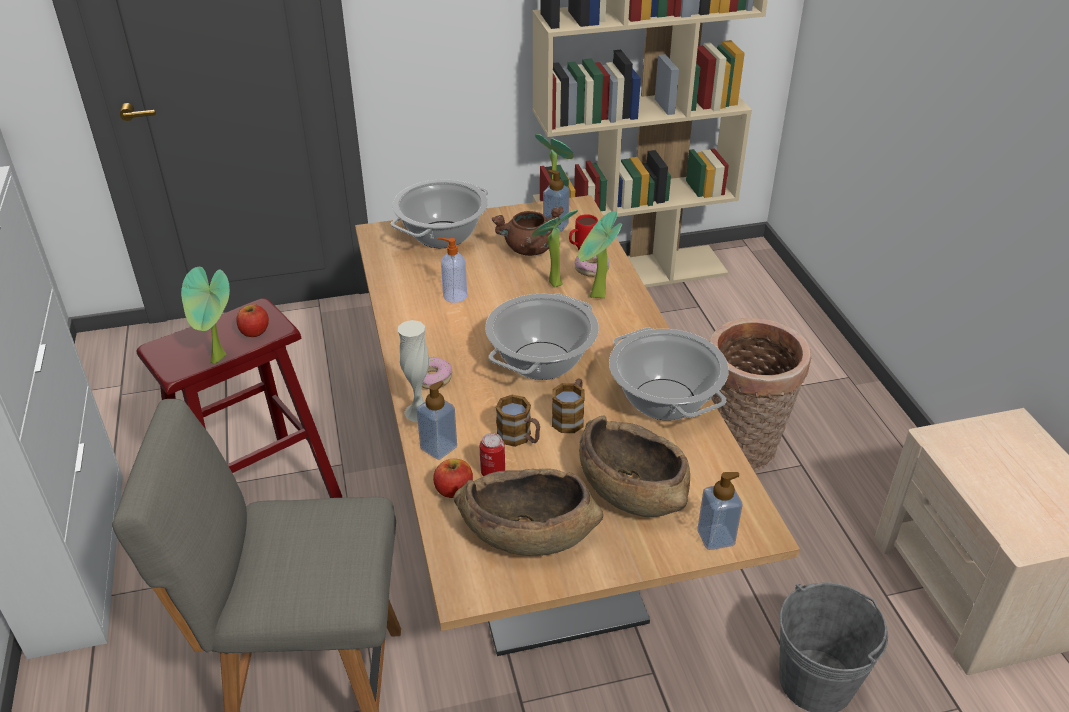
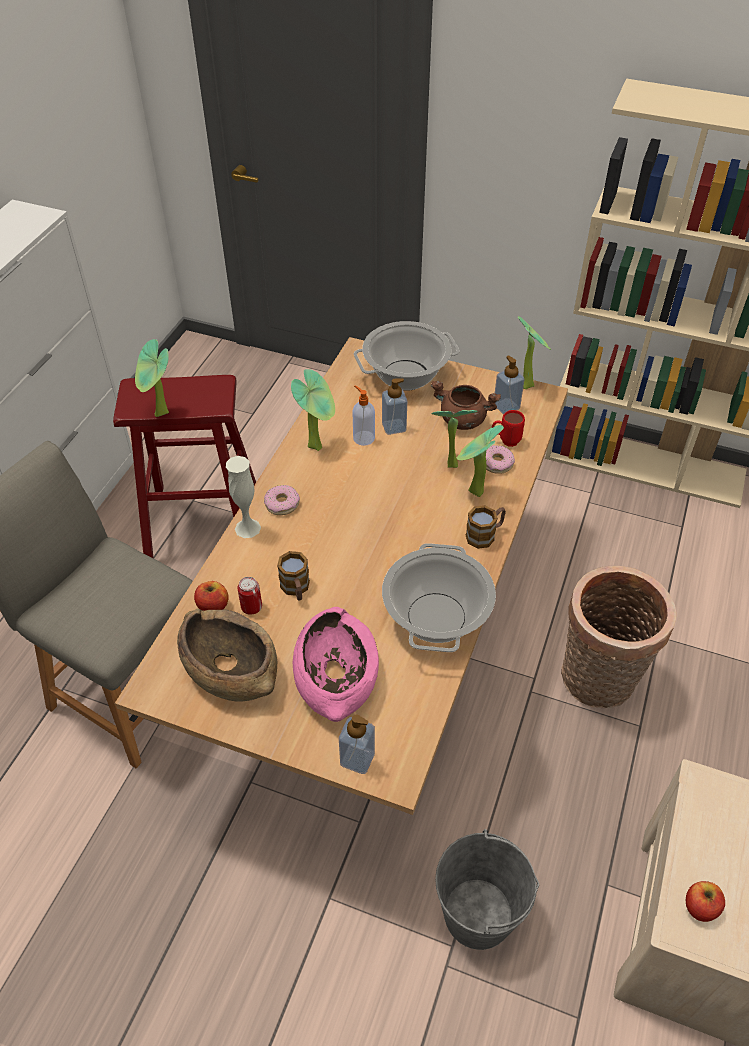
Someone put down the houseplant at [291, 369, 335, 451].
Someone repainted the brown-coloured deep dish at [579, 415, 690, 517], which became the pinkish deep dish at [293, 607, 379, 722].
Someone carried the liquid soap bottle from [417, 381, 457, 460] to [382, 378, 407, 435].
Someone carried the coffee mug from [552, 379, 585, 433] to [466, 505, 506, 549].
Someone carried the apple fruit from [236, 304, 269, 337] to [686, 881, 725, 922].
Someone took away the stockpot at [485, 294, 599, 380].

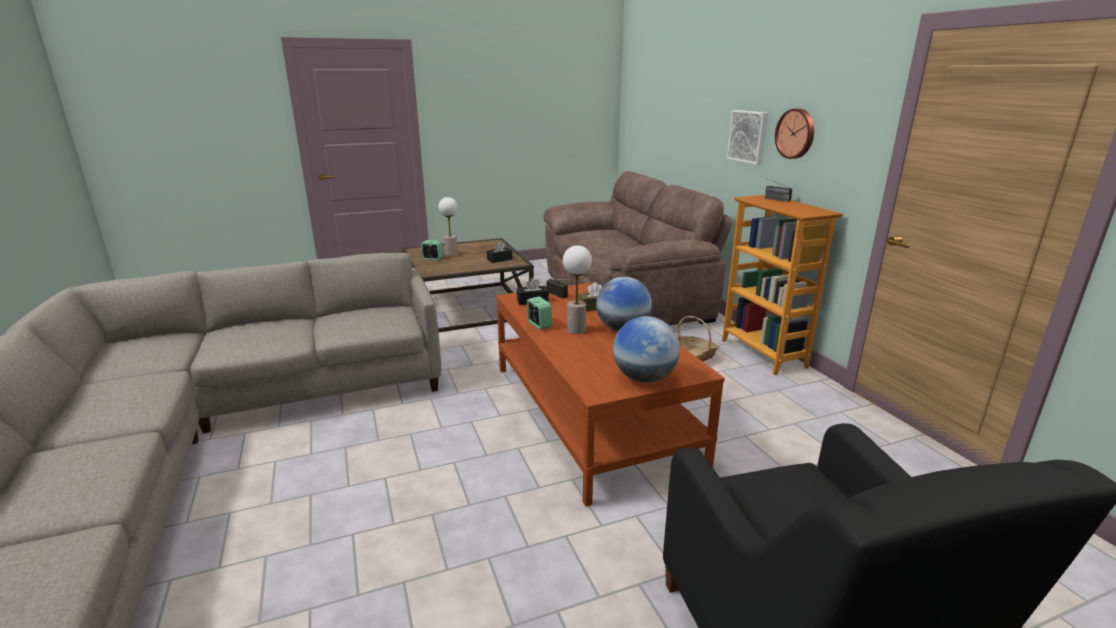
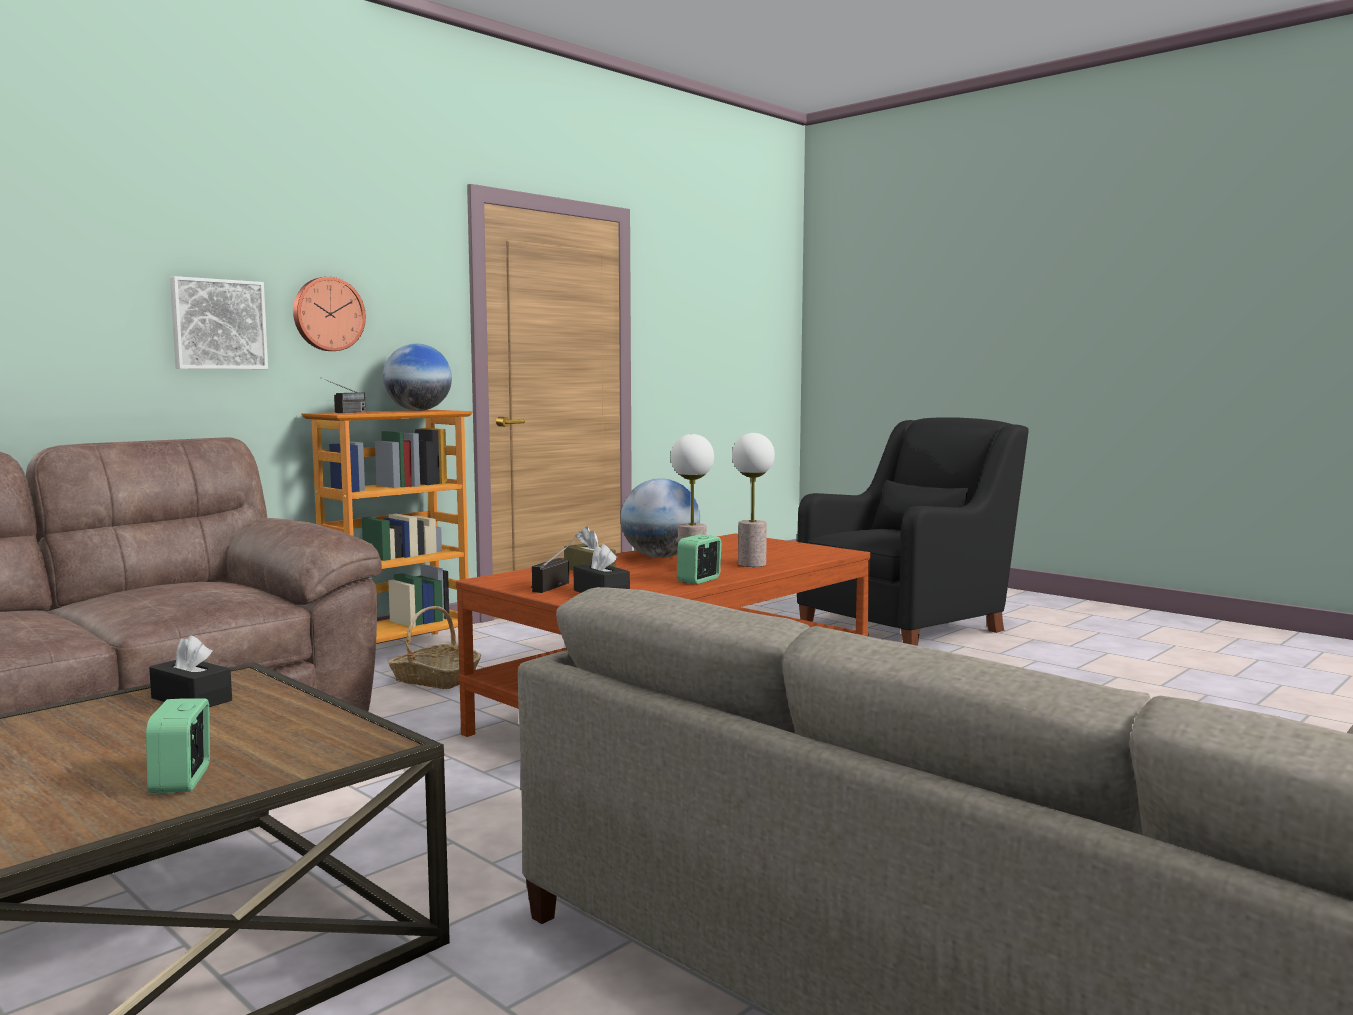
Someone carried the world globe from [613, 316, 680, 383] to [383, 343, 452, 411].
Someone carried the tabletop lamp from [438, 197, 458, 256] to [732, 433, 775, 567].

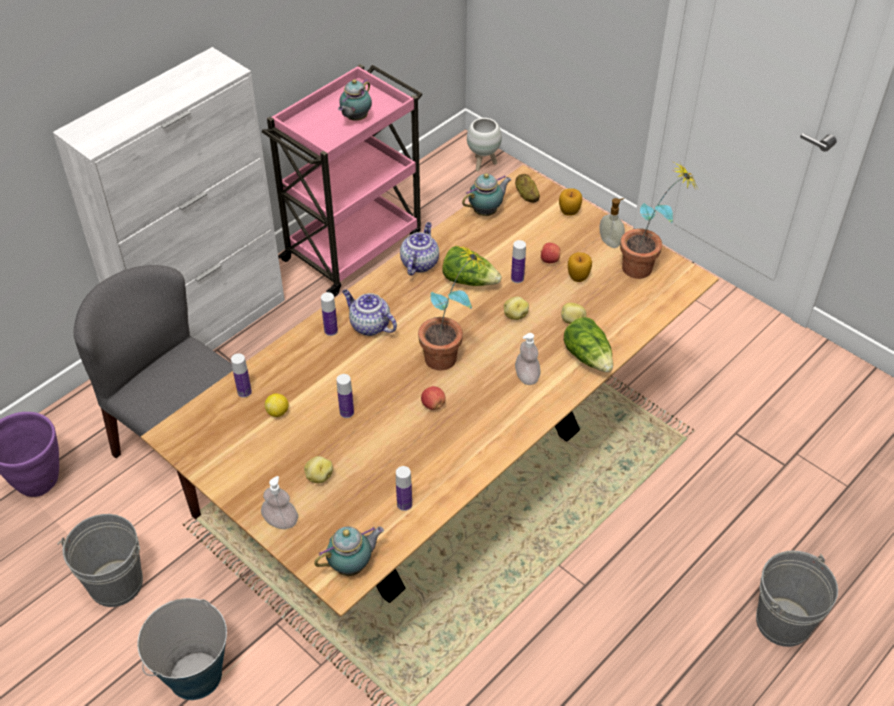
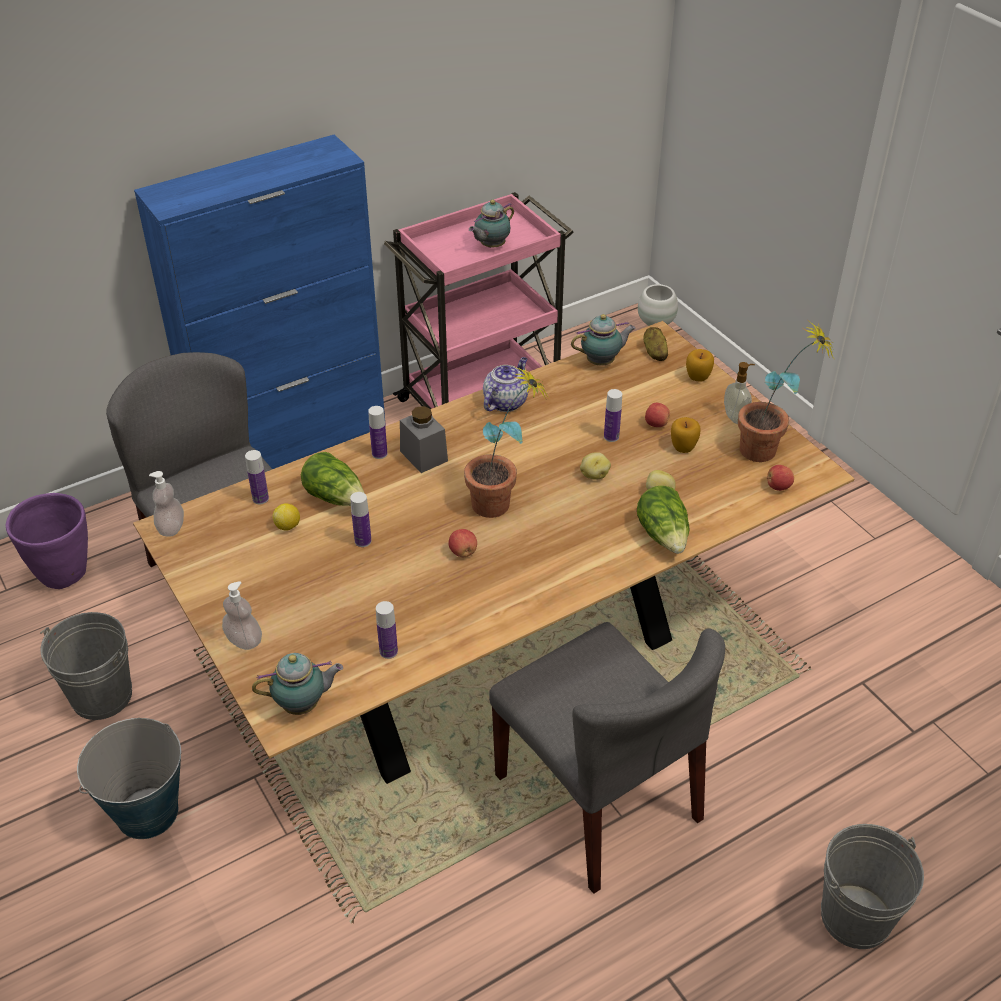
Someone repainted the white-coloured cupboard at [53, 47, 285, 350], which became the blue-coloured cupboard at [134, 135, 386, 469].
Someone carried the liquid soap bottle from [515, 333, 541, 385] to [149, 471, 184, 537].
Someone carried the lettuce head from [442, 246, 502, 286] to [301, 452, 364, 506].
Someone swapped the pot for tea at [342, 290, 397, 336] for the grey preserve jar at [400, 406, 448, 473].
Someone put down the grey plain chair at [489, 622, 725, 894].
Someone put down the apple fruit at [767, 465, 794, 491].
Someone took away the spud at [304, 456, 333, 483].

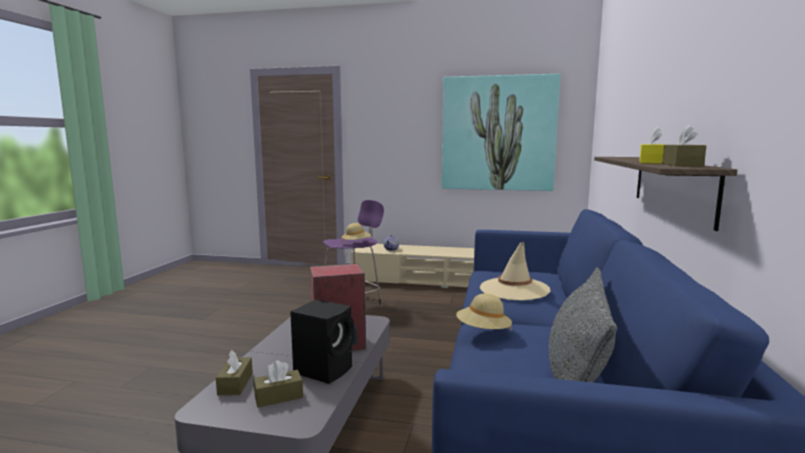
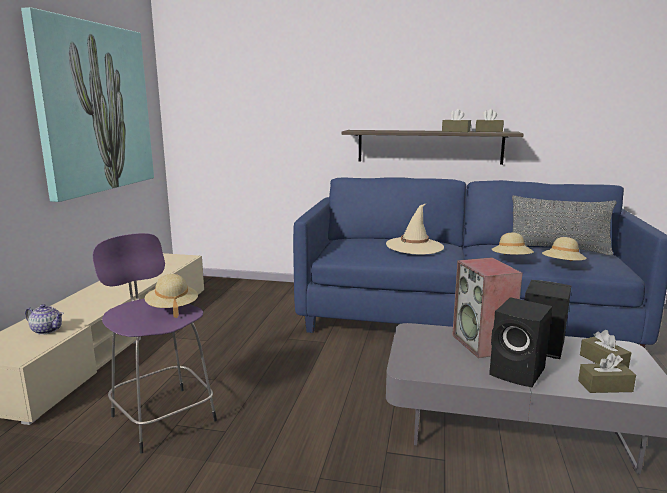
Someone repainted the yellow-coloured tissue holder at [640, 127, 666, 164], which became the brown-coloured tissue holder at [442, 109, 471, 132].
Someone put down the black loudspeaker at [489, 297, 552, 387].
Someone put down the sand-coloured wearable hat at [542, 237, 586, 261].

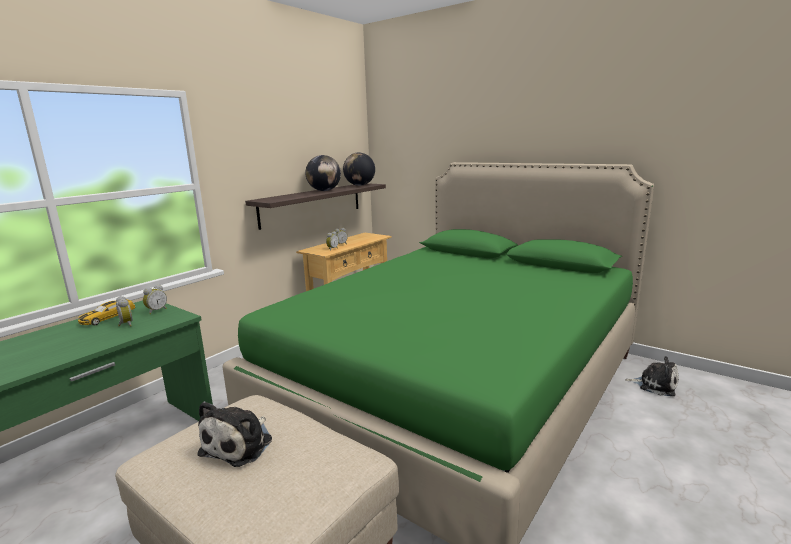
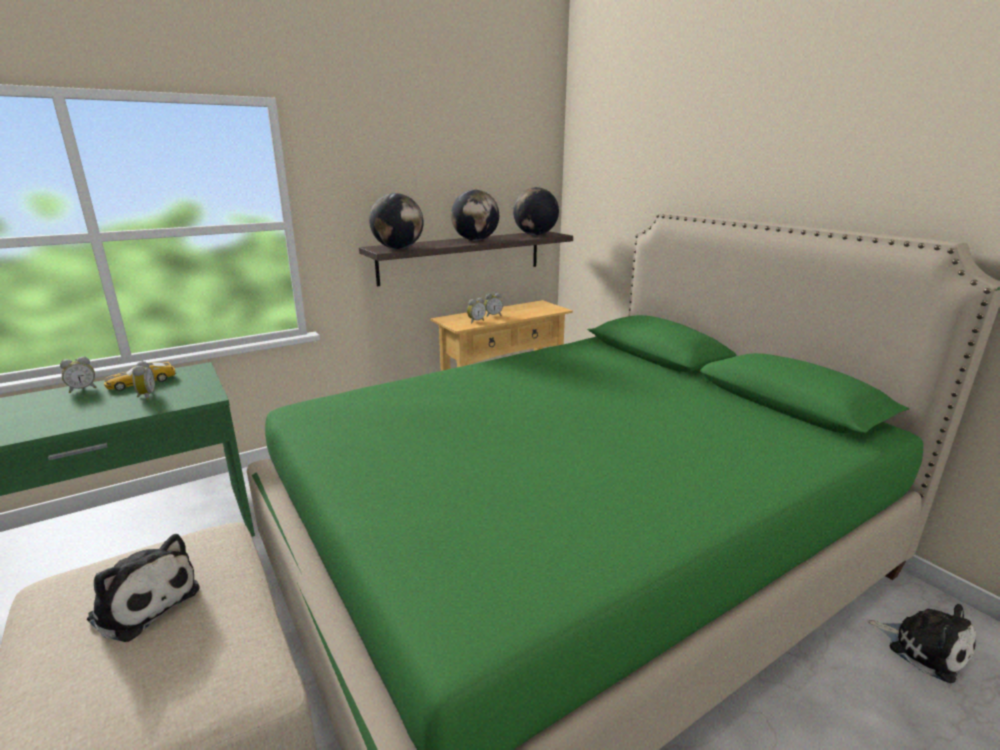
Someone carried the alarm clock from [143, 284, 167, 314] to [60, 357, 97, 393].
Someone rotated the cuddly toy at [197, 401, 272, 467] by 105 degrees counterclockwise.
Someone put down the world globe at [369, 193, 424, 249].

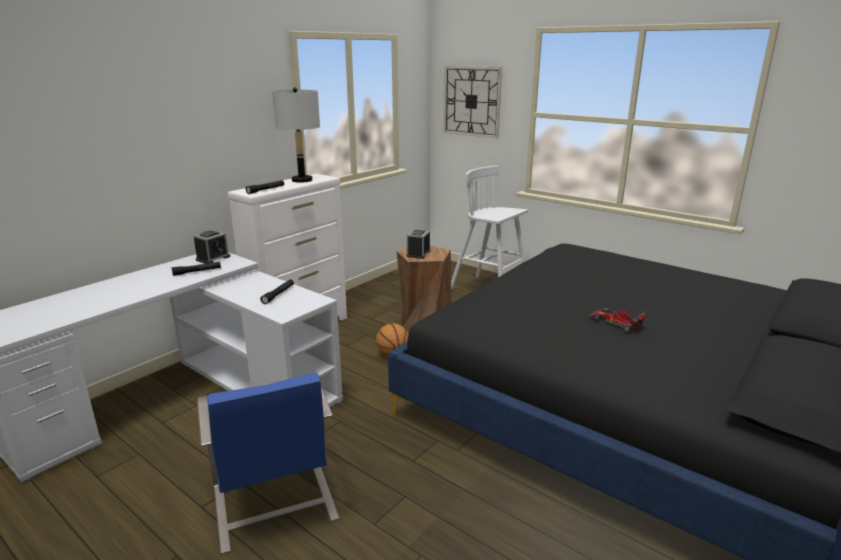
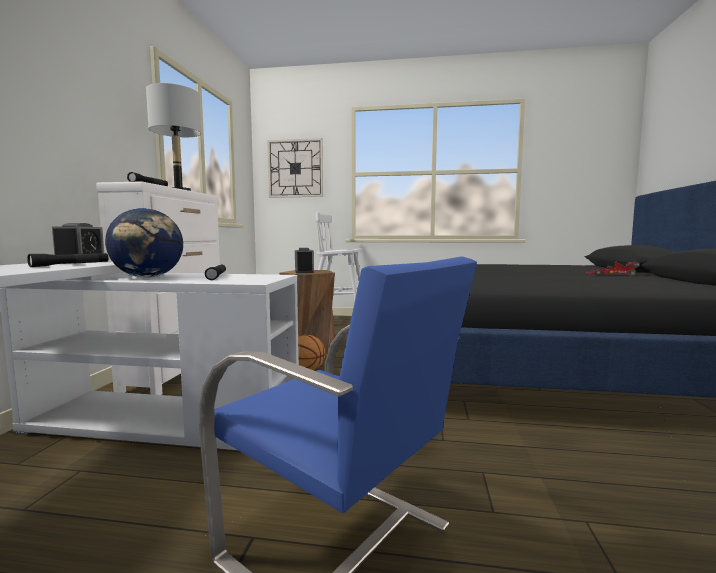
Someone put down the world globe at [105, 208, 183, 278].
Someone carried the model car from [589, 308, 647, 332] to [585, 261, 640, 276].

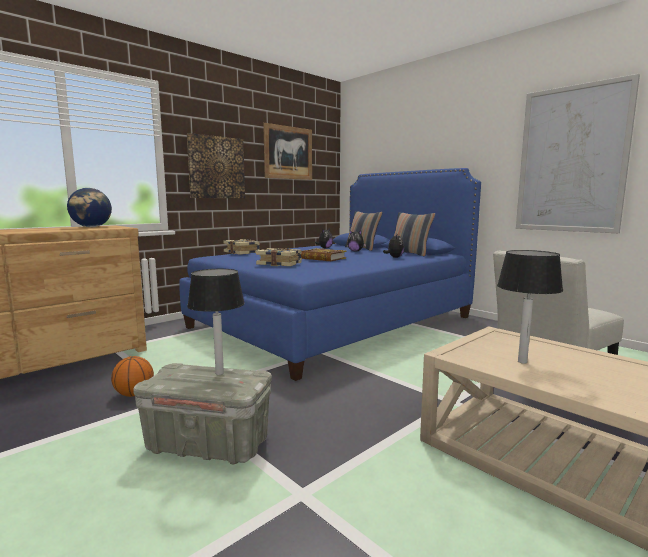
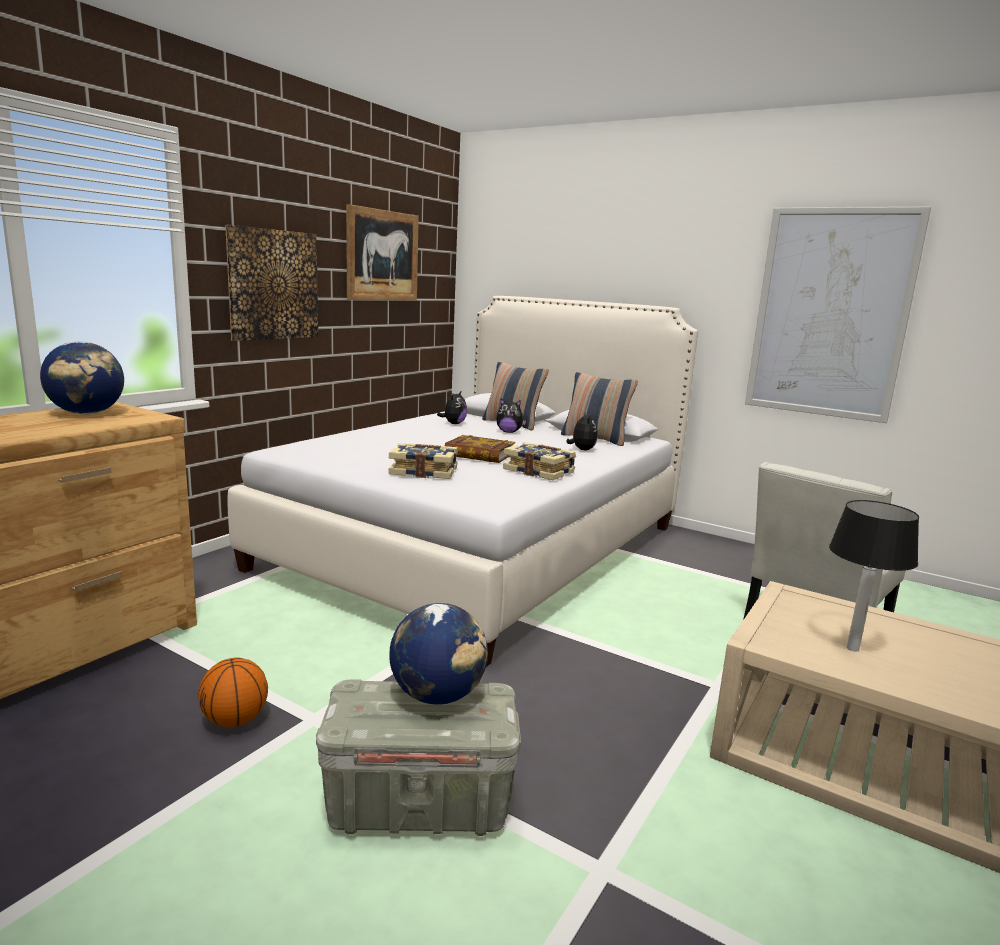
Someone repainted the blue-coloured bedroom bed at [179, 168, 481, 381], which became the white-coloured bedroom bed at [227, 296, 698, 667].
Someone swapped the tabletop lamp at [187, 269, 245, 375] for the world globe at [389, 603, 488, 705].
Someone carried the bound book from [223, 239, 260, 255] to [503, 442, 576, 480].

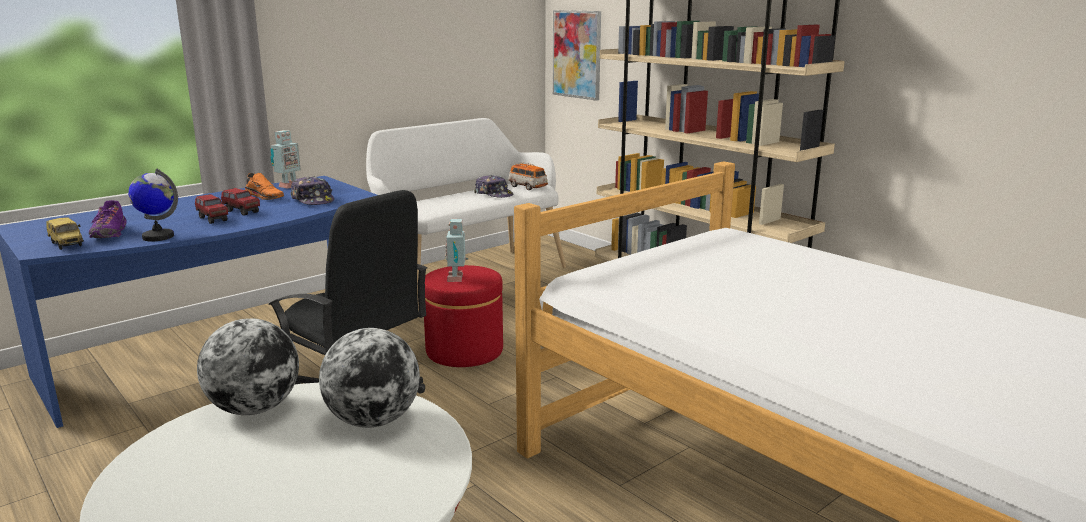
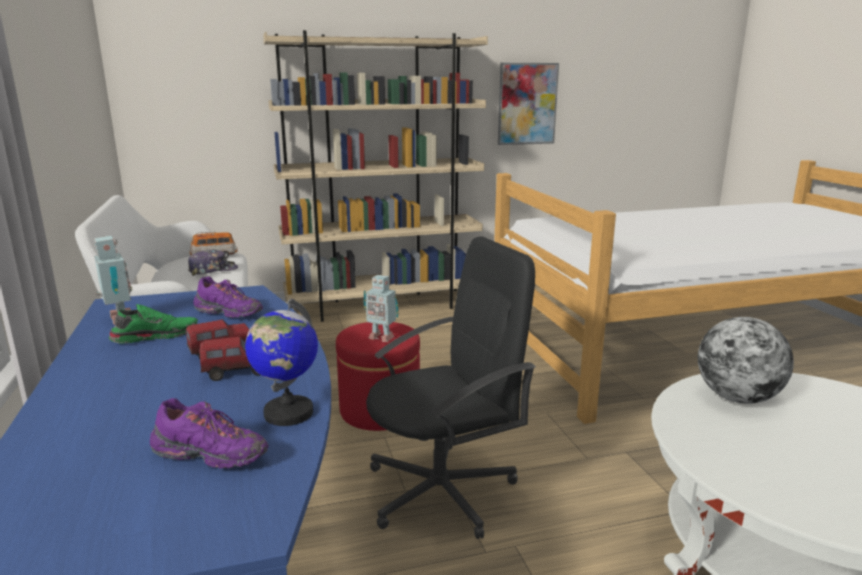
Someone repainted the orangey low shoe at [245, 173, 284, 200], which became the green-coloured low shoe at [109, 304, 198, 344].
Someone swapped the cap at [290, 176, 334, 205] for the purple-coloured low shoe at [194, 276, 263, 318].
Someone carried the wall art from [553, 10, 601, 101] to [498, 63, 559, 145].
Someone took away the model car at [46, 217, 84, 250].
Someone took away the world globe at [197, 318, 299, 415].

